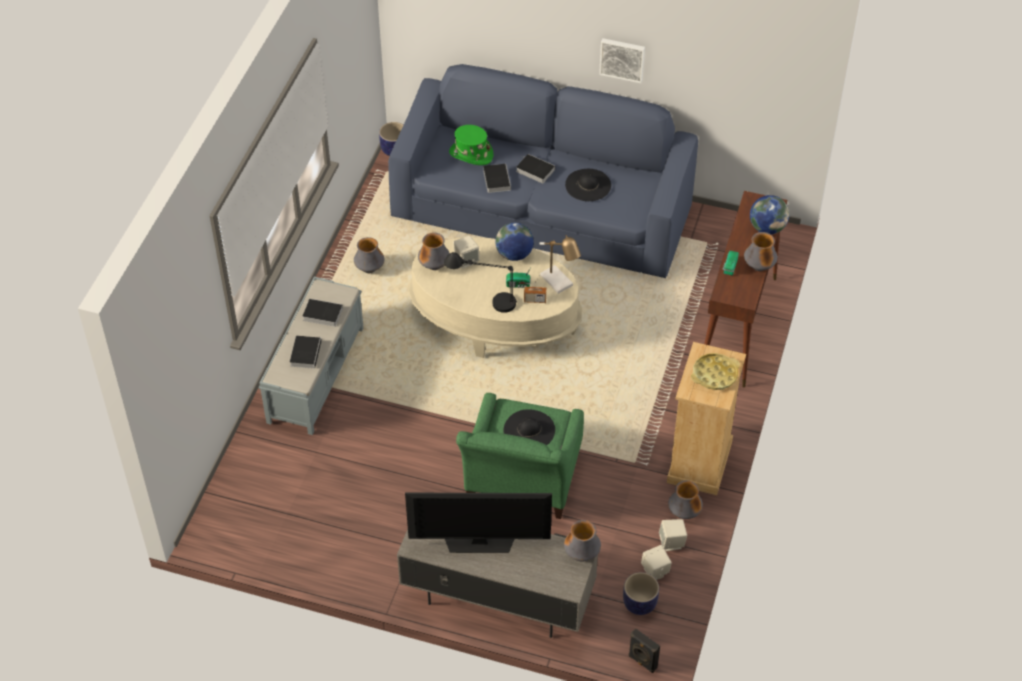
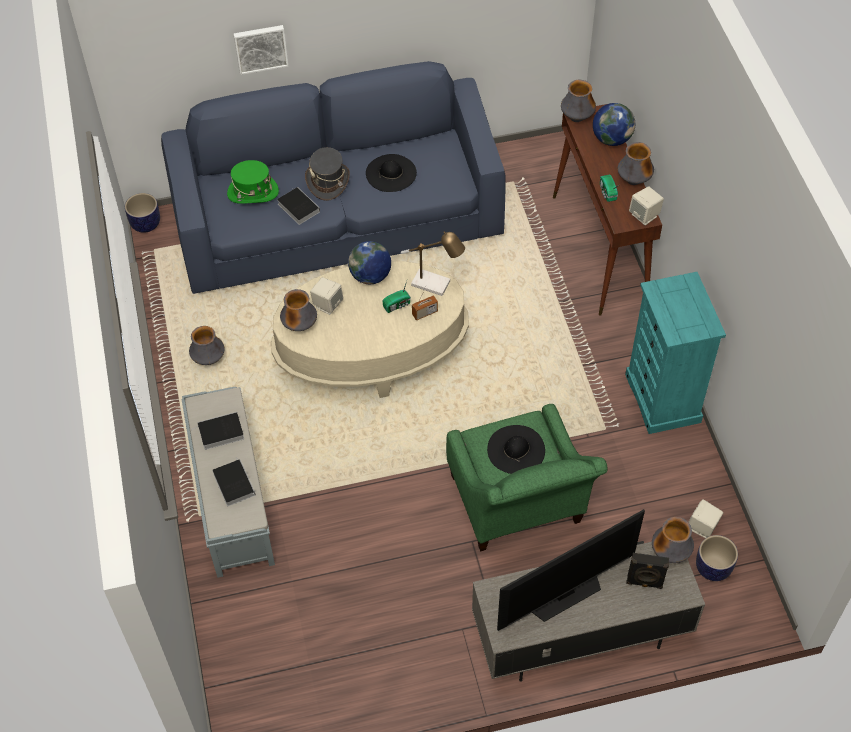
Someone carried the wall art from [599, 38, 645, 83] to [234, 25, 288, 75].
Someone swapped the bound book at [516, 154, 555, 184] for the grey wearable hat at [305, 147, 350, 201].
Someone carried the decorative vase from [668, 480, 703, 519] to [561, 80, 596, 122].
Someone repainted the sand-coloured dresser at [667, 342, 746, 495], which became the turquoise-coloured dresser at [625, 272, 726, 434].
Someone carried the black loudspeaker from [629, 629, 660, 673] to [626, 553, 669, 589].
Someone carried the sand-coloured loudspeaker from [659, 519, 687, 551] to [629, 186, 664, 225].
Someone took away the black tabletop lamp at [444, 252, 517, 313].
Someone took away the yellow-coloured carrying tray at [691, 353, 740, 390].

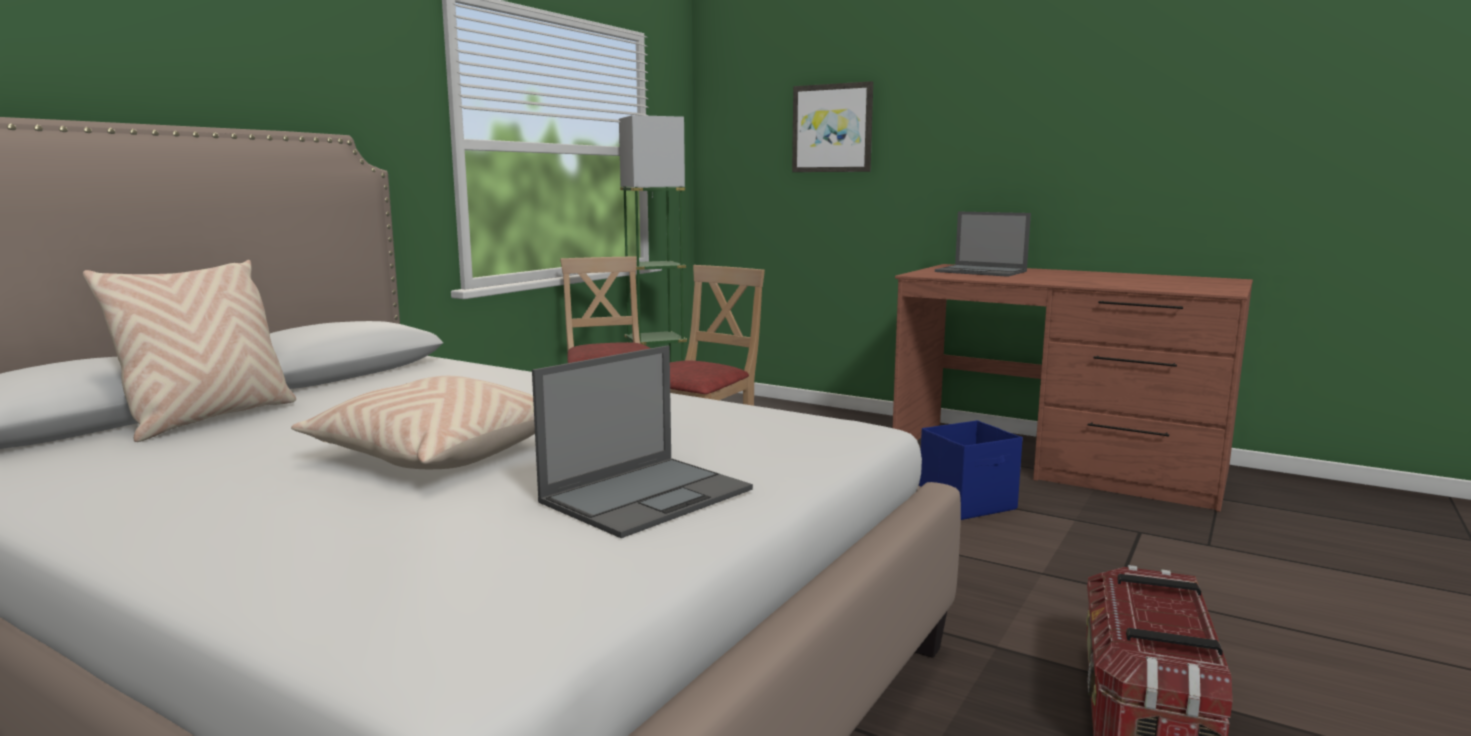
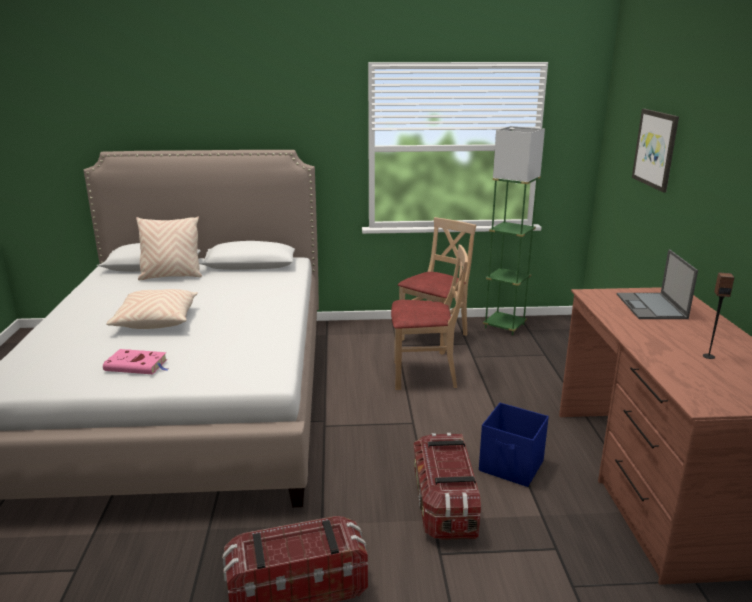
Someone swapped the portable computer at [532, 345, 753, 538] for the pinkish bound book at [103, 349, 168, 374].
Someone put down the storage box at [414, 433, 481, 540].
Someone put down the loudspeaker at [703, 272, 735, 359].

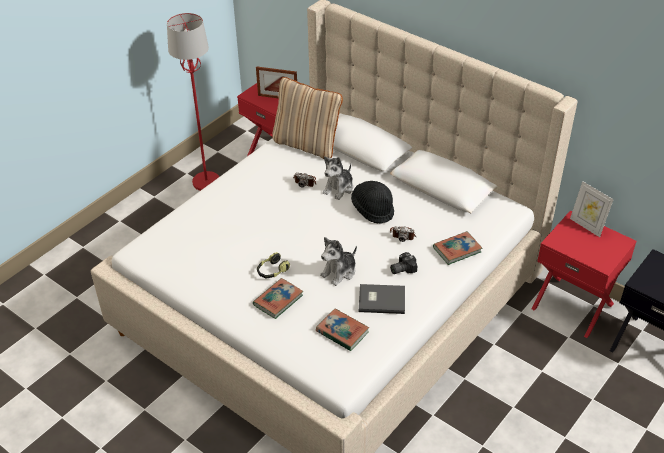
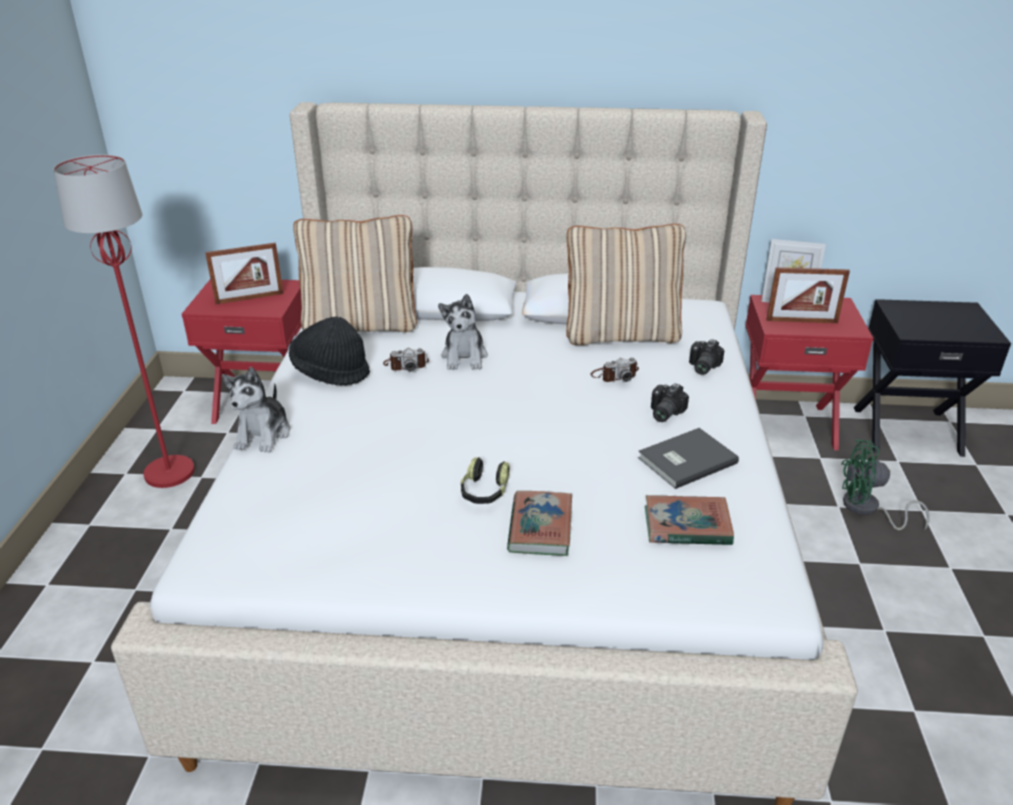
Someone carried the cuddly toy from [320, 237, 357, 286] to [222, 367, 290, 453].
Someone carried the black wearable hat from [351, 181, 394, 224] to [289, 316, 370, 386].
Someone put down the sand-coloured cushion at [566, 224, 686, 345].
Someone swapped the bound book at [433, 231, 482, 265] for the photo camera at [689, 339, 724, 375].
Someone put down the standing frame at [766, 267, 850, 323].
Someone put down the green-coloured fan at [841, 439, 929, 530].

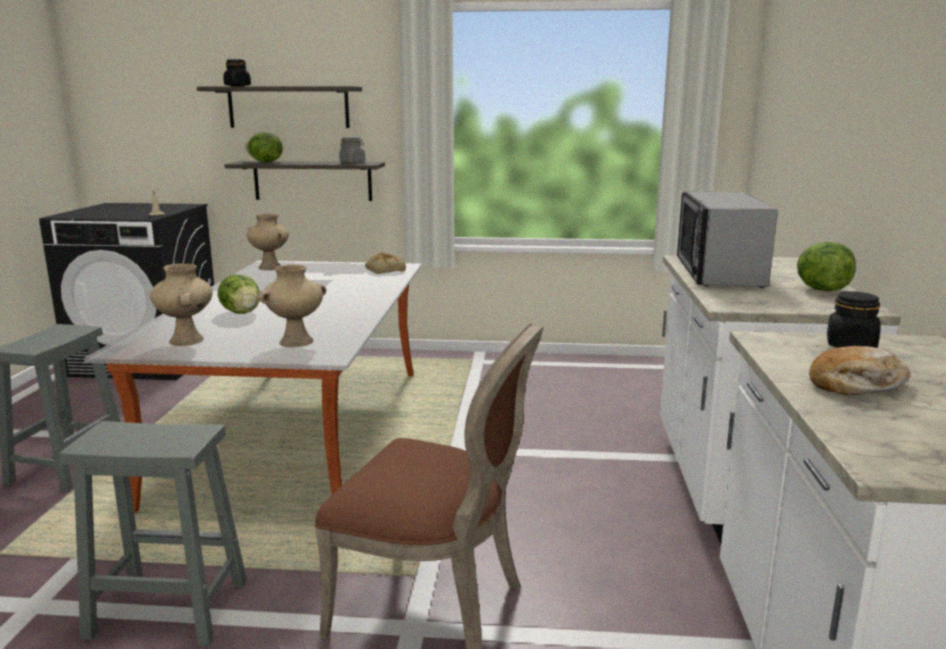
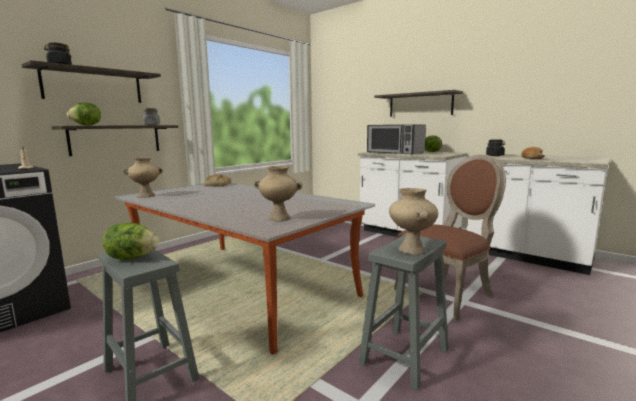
Someone carried the lettuce head from [218, 275, 260, 314] to [103, 222, 159, 260].
Someone put up the bracket shelf at [374, 90, 463, 117].
Someone carried the sand-coloured decorative vase from [258, 265, 326, 347] to [389, 188, 438, 255].

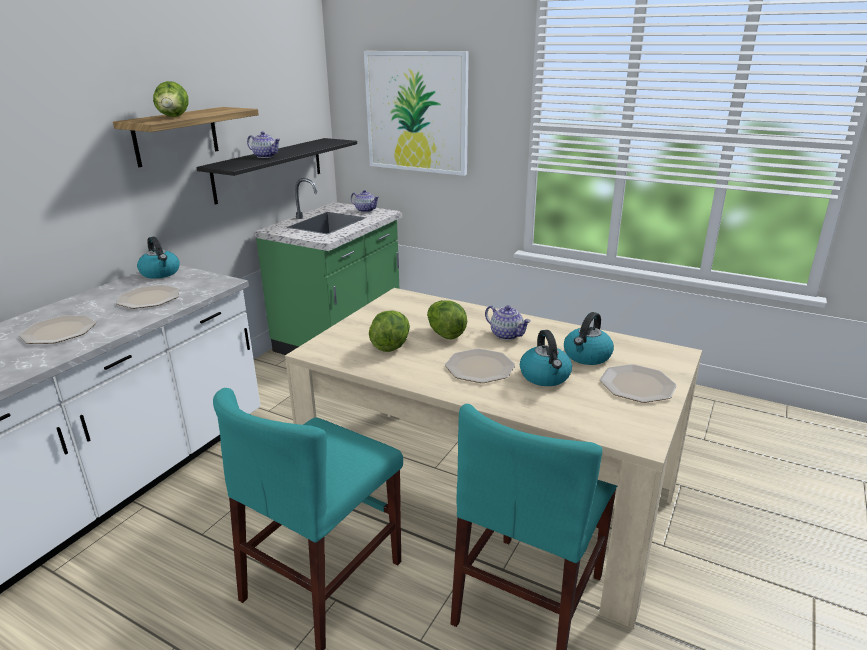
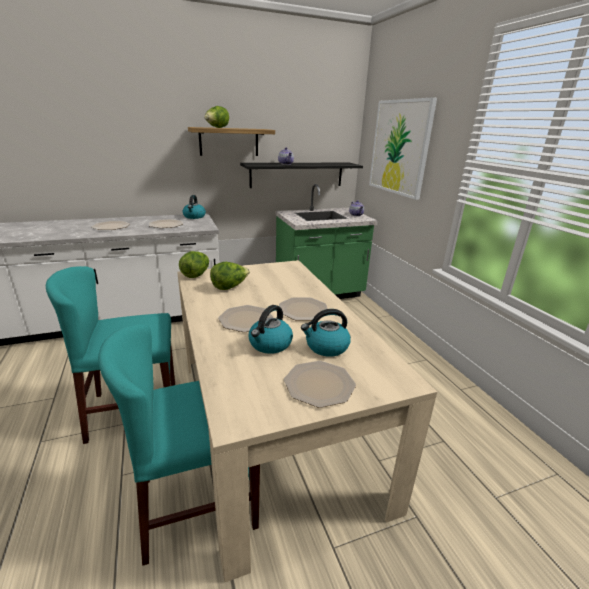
Someone carried the lettuce head from [427, 300, 467, 339] to [179, 251, 209, 278].
Someone swapped the pot for tea at [485, 305, 531, 340] for the flat dish at [279, 297, 328, 321].

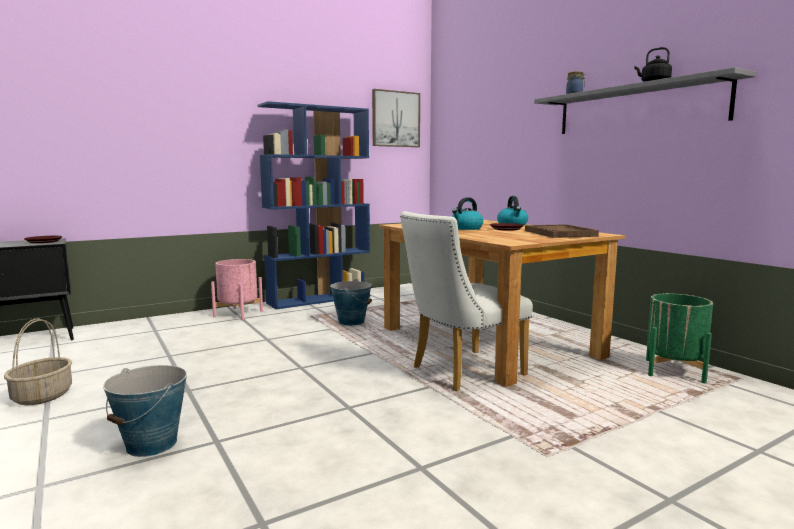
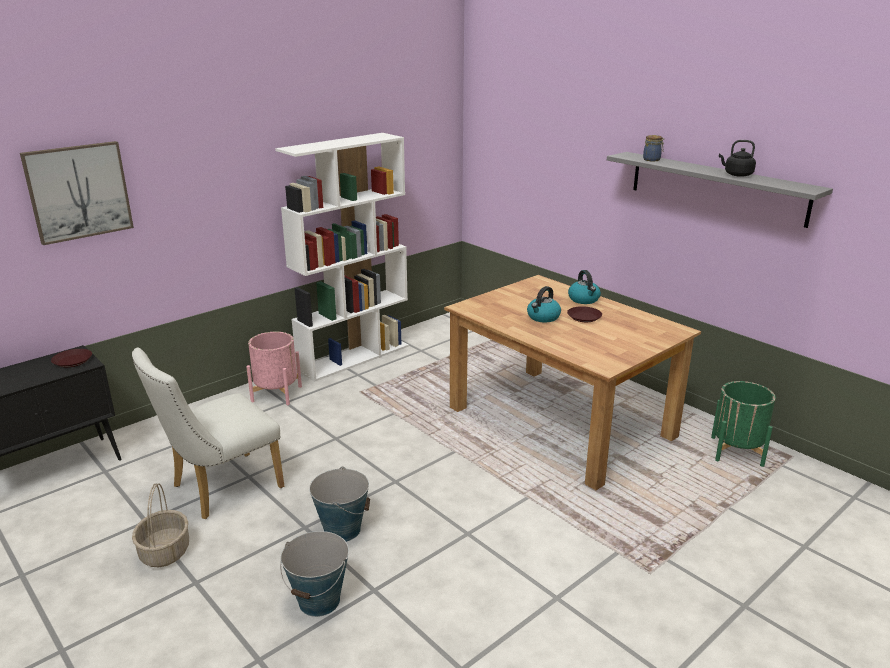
Someone carried the wall art from [372, 89, 420, 147] to [20, 141, 134, 245].
Someone carried the white-coloured plain chair from [400, 211, 533, 391] to [132, 348, 284, 519].
Someone repainted the blue-coloured bookshelf at [257, 101, 370, 309], which became the white-coloured bookshelf at [275, 133, 409, 382].
Someone carried the water bucket from [330, 279, 372, 325] to [309, 466, 370, 542].
Someone took away the brown-coloured carrying tray at [525, 224, 599, 238].

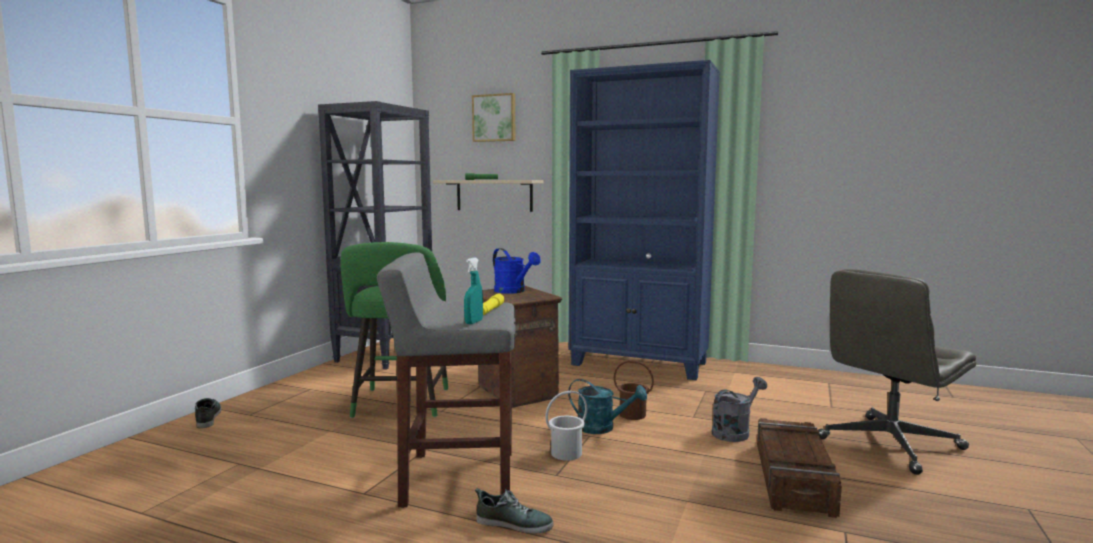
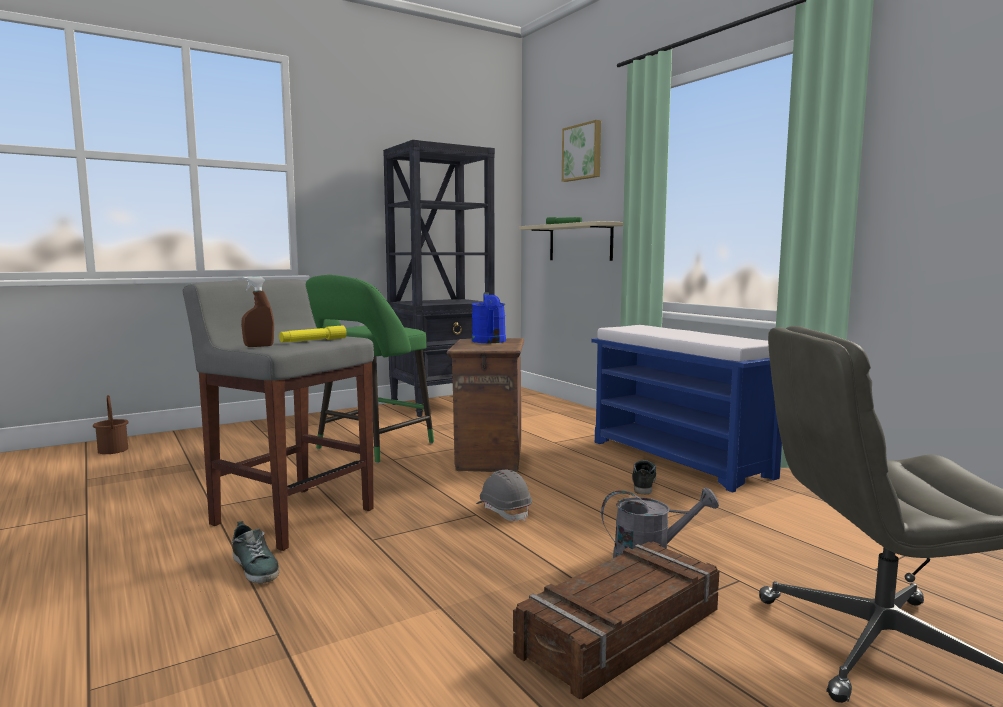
Someone carried the brown-coloured water bucket from [614, 360, 654, 420] to [93, 395, 129, 454].
Someone repainted the turquoise-coloured sprayer at [464, 257, 483, 324], which became the brown-coloured sprayer at [241, 276, 274, 347].
Someone swapped the turquoise-coloured watering can at [568, 379, 647, 434] for the grey hard hat at [476, 470, 532, 522].
Someone swapped the blue-coloured bookshelf at [568, 60, 720, 380] for the blue-coloured long seat at [591, 325, 782, 492].
Someone carried the low shoe from [195, 398, 221, 428] to [632, 460, 656, 494].
Someone took away the white-coloured water bucket at [545, 390, 587, 461].

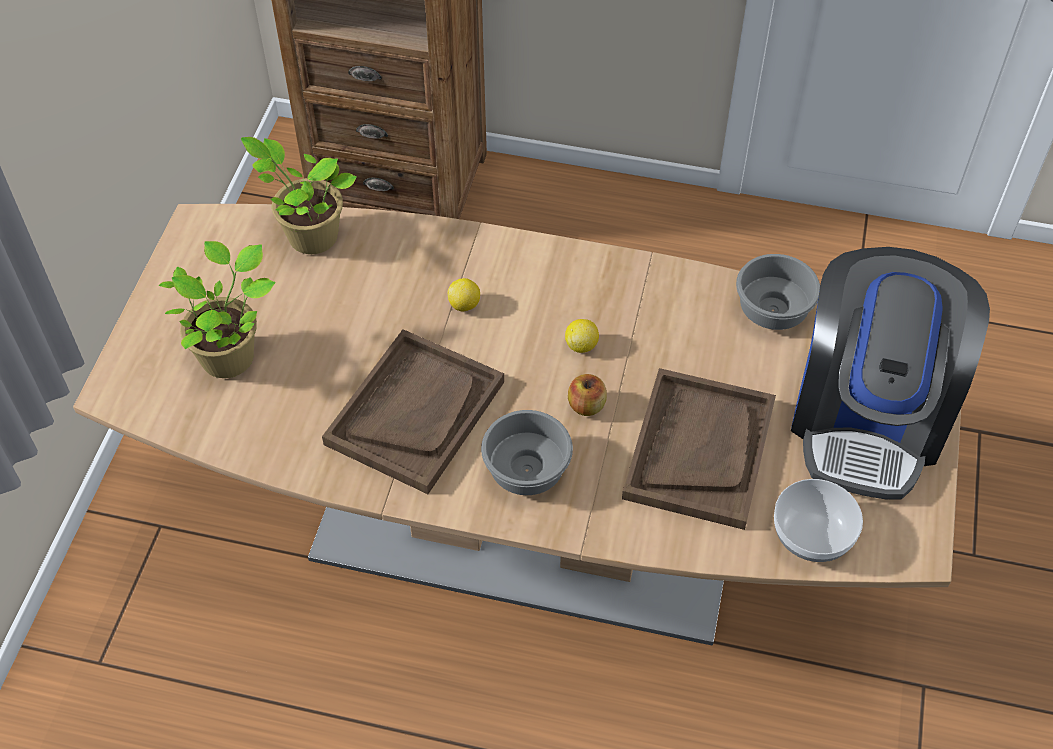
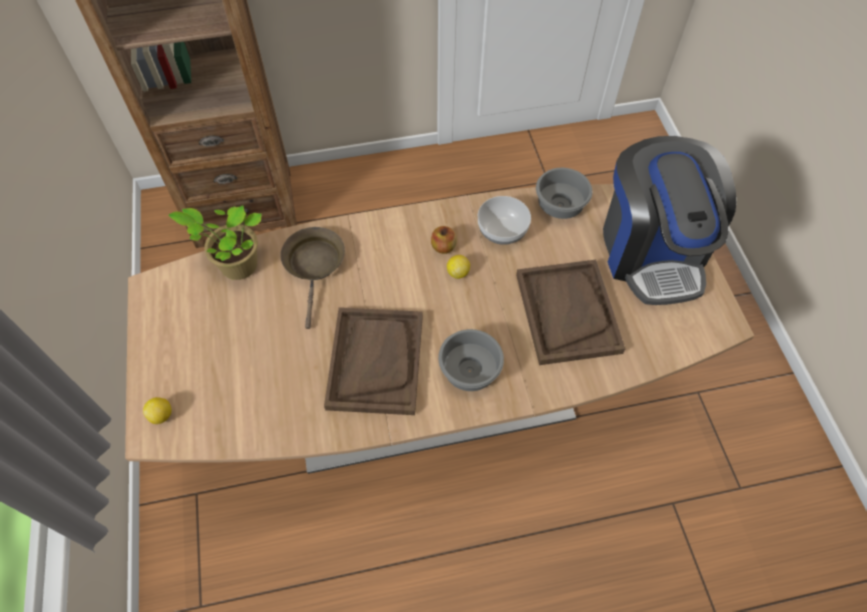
Someone carried the citrus fruit from [447, 278, 480, 311] to [143, 397, 172, 424].
Someone put down the brown-coloured skillet at [280, 227, 345, 329].
Someone carried the apple fruit from [568, 374, 607, 416] to [431, 226, 457, 254].
Someone carried the deep dish from [774, 479, 863, 562] to [478, 196, 531, 245].
Someone took away the houseplant at [159, 241, 276, 378].

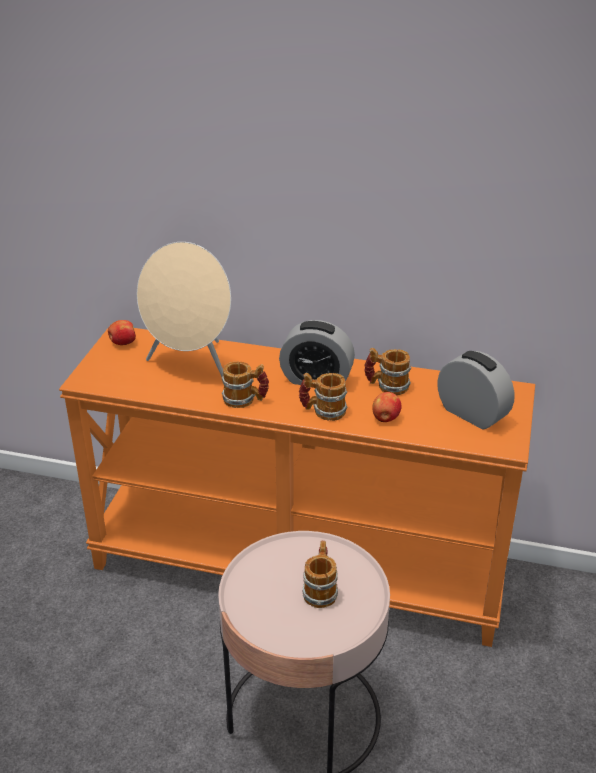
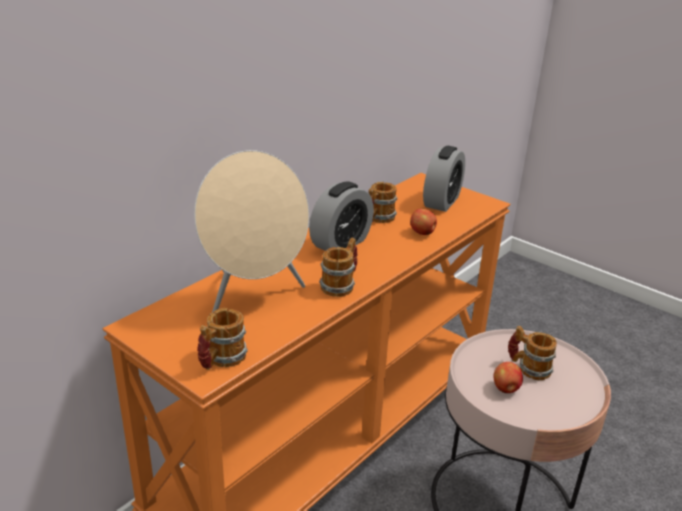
Someone carried the coffee mug from [299, 373, 348, 421] to [197, 308, 248, 370].
Someone rotated the alarm clock at [437, 351, 515, 429] by 135 degrees clockwise.
Someone carried the apple fruit from [108, 320, 136, 345] to [494, 362, 523, 393].

